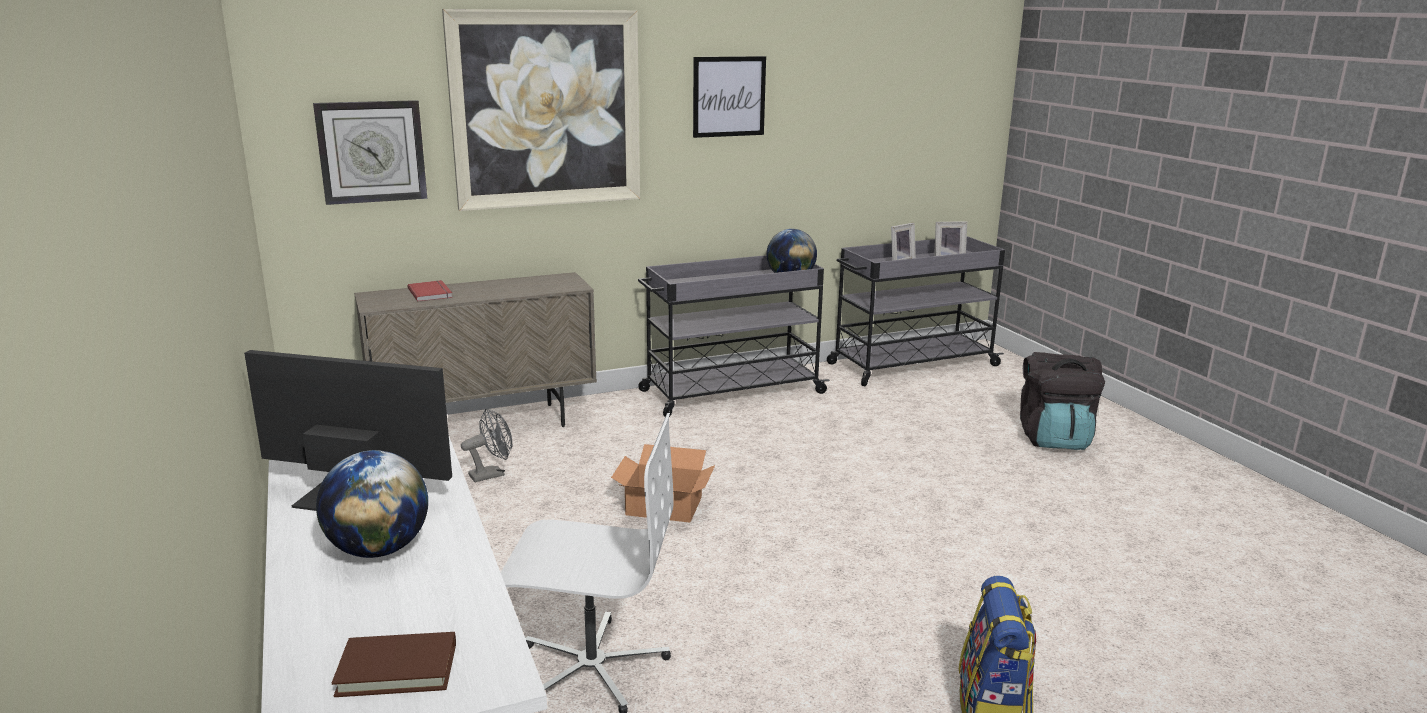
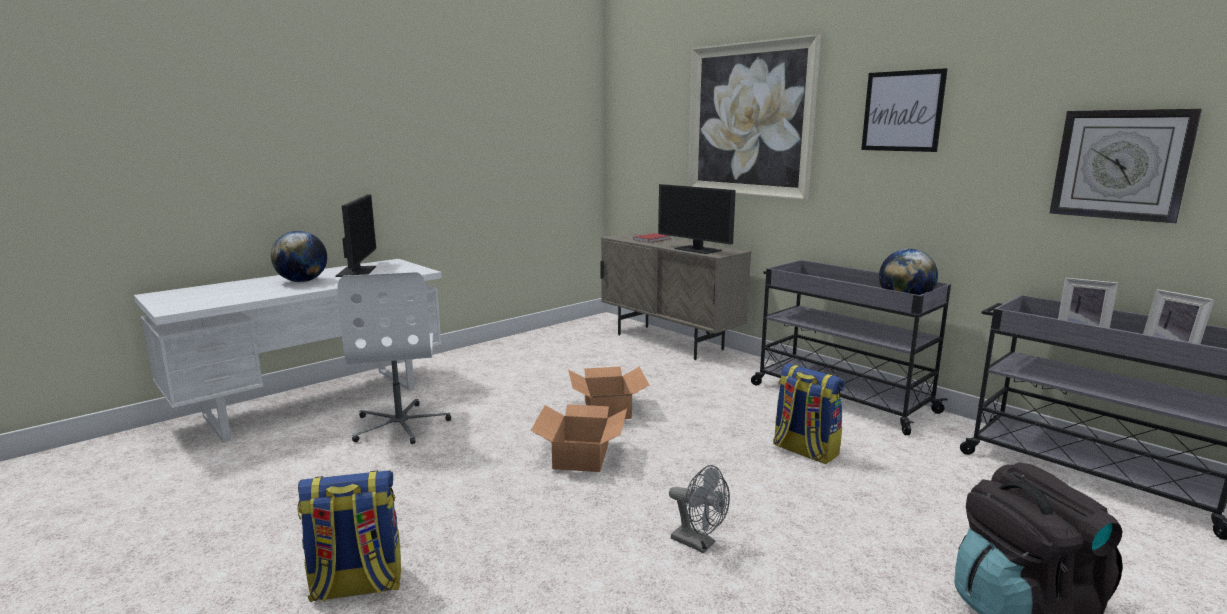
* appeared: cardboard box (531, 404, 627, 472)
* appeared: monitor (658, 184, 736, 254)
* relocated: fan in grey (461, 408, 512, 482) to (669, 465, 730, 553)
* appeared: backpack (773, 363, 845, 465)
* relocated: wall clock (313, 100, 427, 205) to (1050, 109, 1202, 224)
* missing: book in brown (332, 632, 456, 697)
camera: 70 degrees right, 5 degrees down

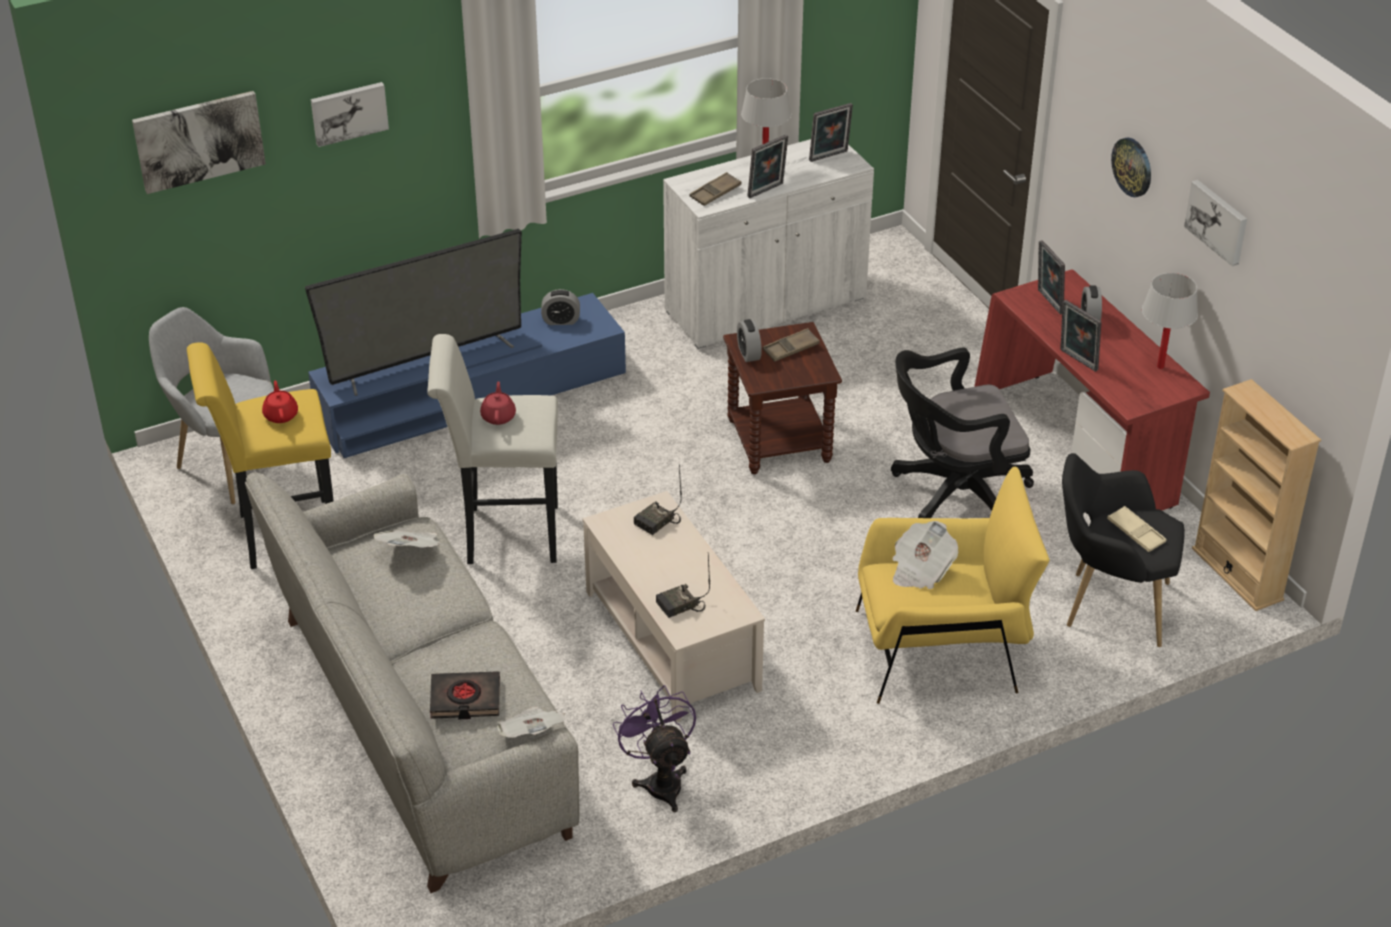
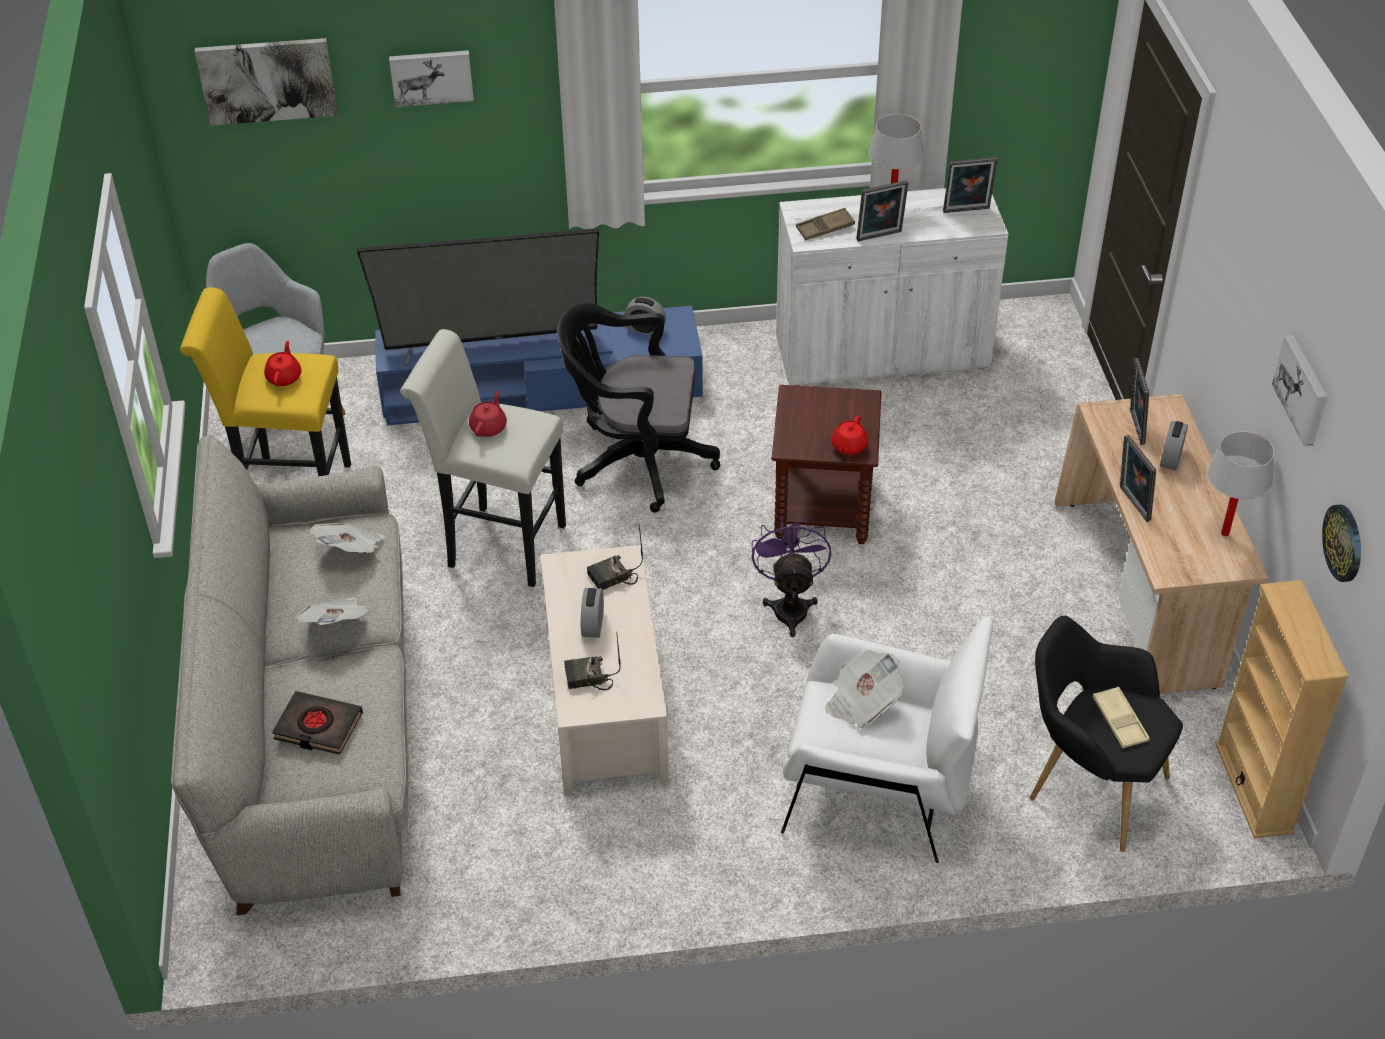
* relocated: newspaper (497, 706, 565, 738) to (296, 597, 369, 625)
* relocated: office chair in black (891, 348, 1034, 518) to (557, 303, 720, 513)
* relocated: alarm clock (737, 319, 762, 362) to (581, 588, 604, 638)
* relocated: fan in purple (613, 685, 696, 812) to (752, 516, 831, 637)
* colour: armchair in yellow (856, 467, 1049, 704) to armchair in white (781, 616, 993, 863)
* appeared: teapot in red (831, 416, 868, 455)
* colour: desk in red (974, 269, 1210, 510) to desk in beige (1054, 394, 1268, 694)
* relocated: wall clock (1111, 138, 1151, 197) to (1322, 504, 1361, 582)
* missing: tray in brown (763, 328, 820, 362)
camera: 20 degrees right, 5 degrees up

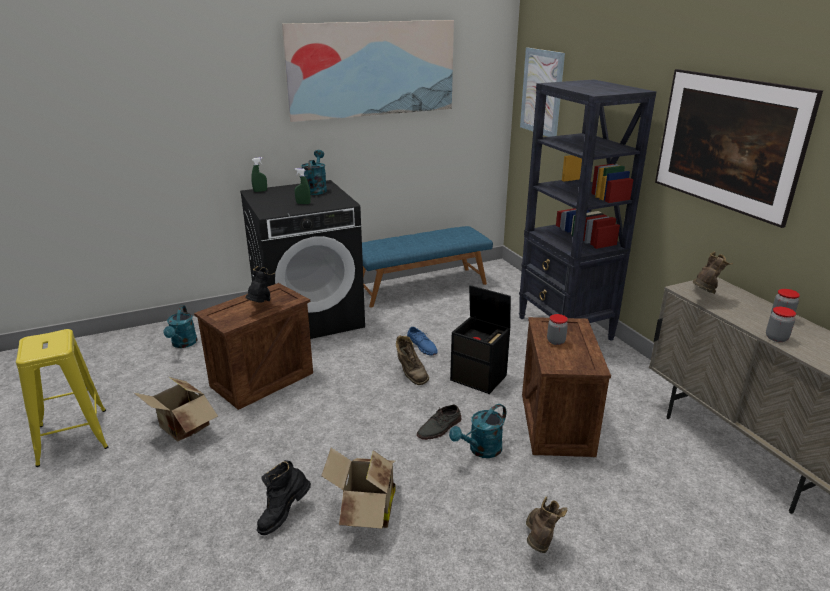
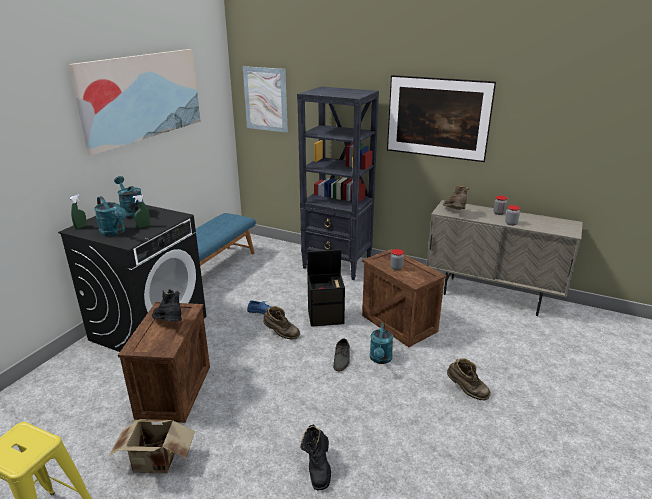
* relocated: watering can in turquoise (163, 306, 197, 348) to (94, 196, 126, 236)
* spun: boot in brown (526, 497, 567, 553) = (447, 358, 491, 400) 150 degrees clockwise
* missing: cardboard box (321, 448, 396, 529)
camera: 40 degrees left, 0 degrees up

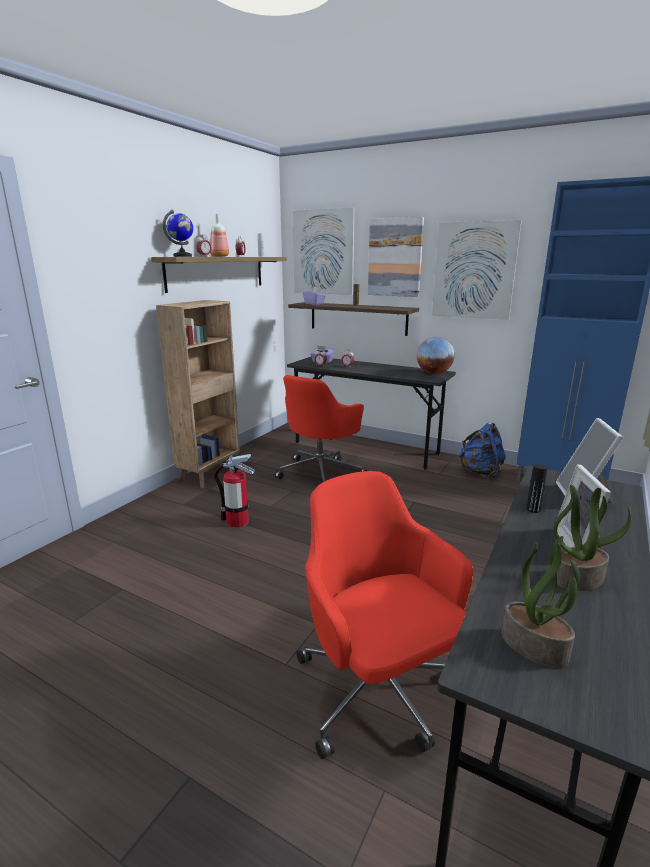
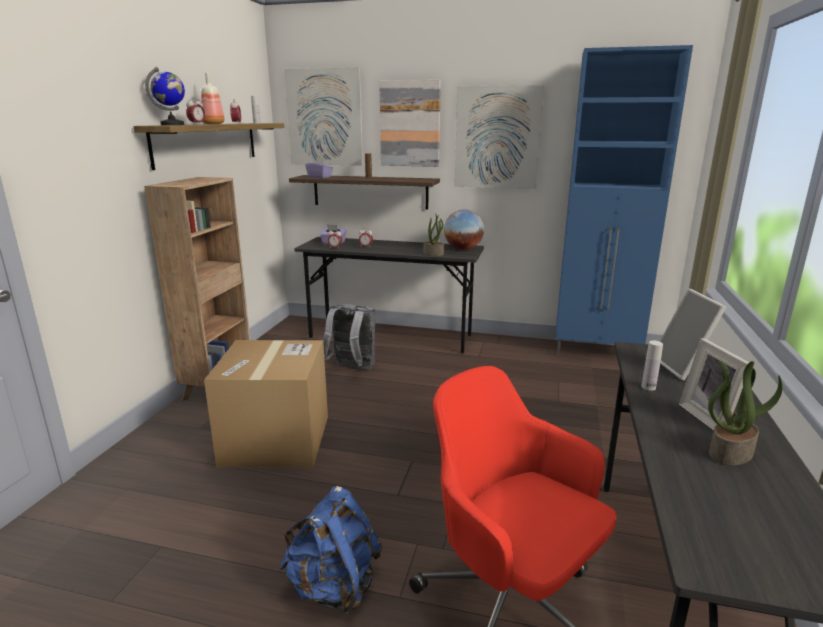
* exchanged: fire extinguisher (214, 454, 254, 527) to cardboard box (204, 340, 328, 467)
* relocated: backpack in blue (459, 423, 506, 478) to (279, 486, 383, 615)
* exchanged: office chair in red (275, 375, 367, 482) to backpack in grey (323, 304, 375, 370)
* relocated: potted plant (501, 536, 580, 668) to (424, 214, 444, 256)
* colour: bottle in black (526, 464, 548, 513) to bottle in white (641, 340, 663, 391)
camera: 15 degrees left, 0 degrees up

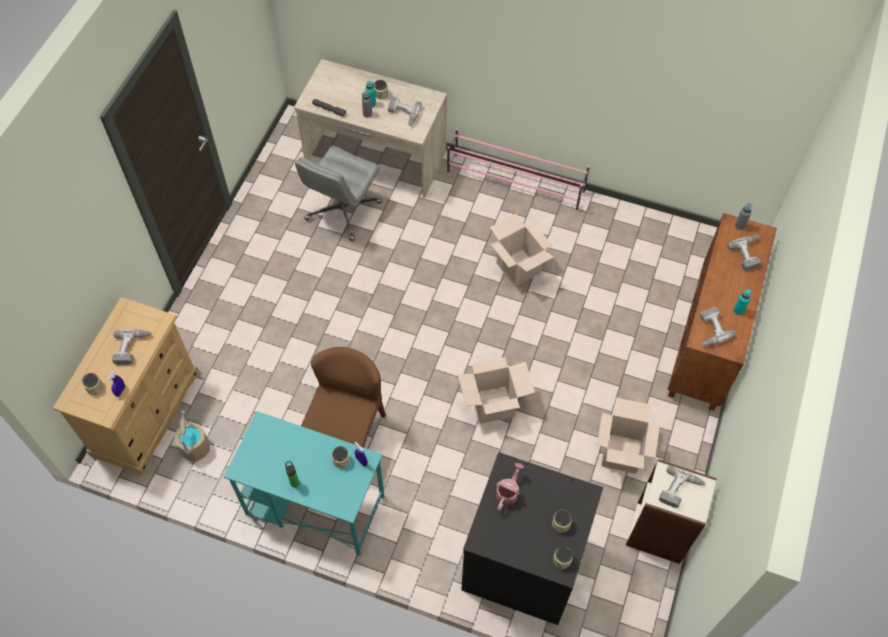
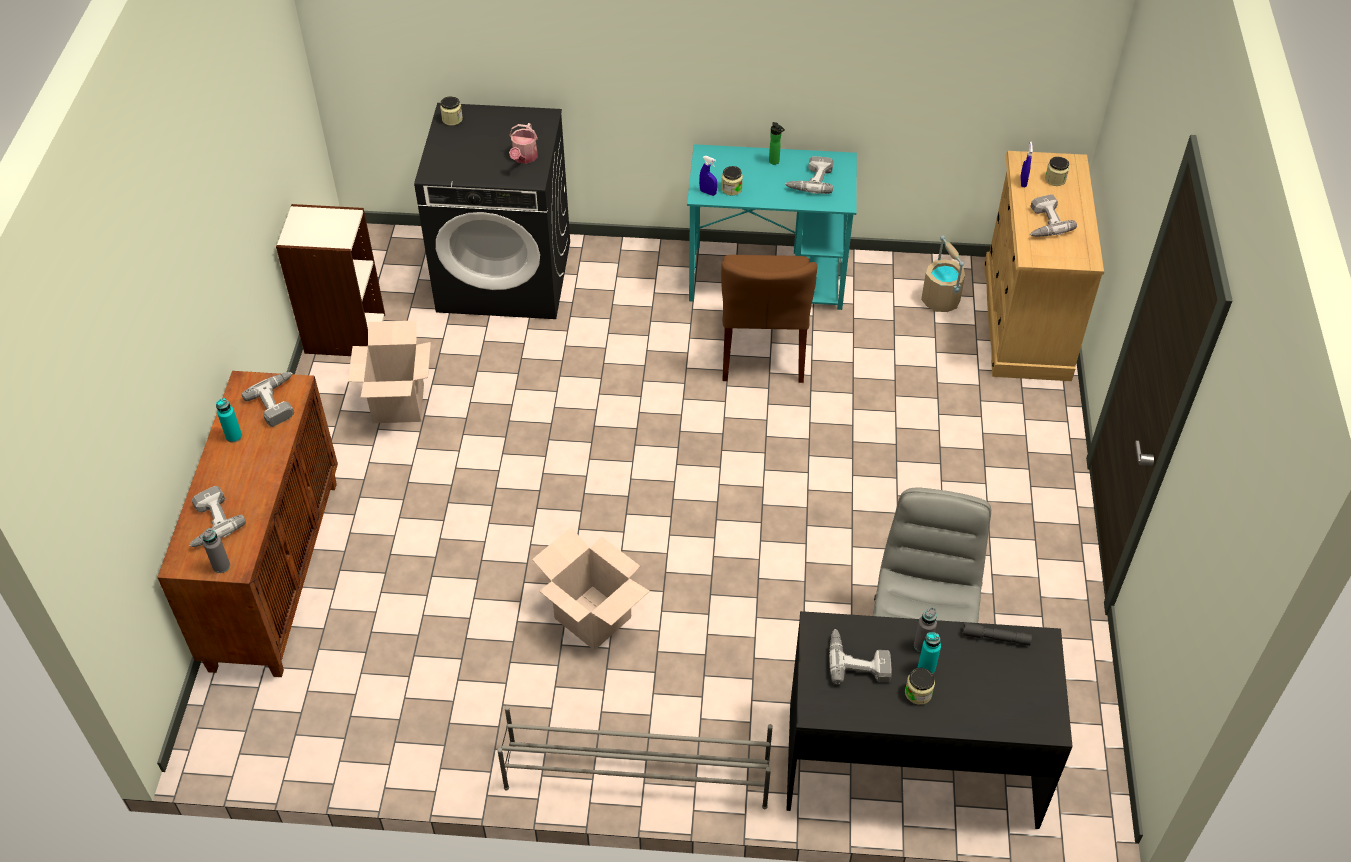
* colour: shoe rack in pink (447, 128, 590, 212) to shoe rack in grey (497, 706, 773, 809)
* relocated: power drill (659, 465, 706, 508) to (786, 156, 833, 194)
* colour: desk in beige (294, 59, 447, 198) to desk in black (786, 611, 1073, 829)
* missing: cardboard box (458, 357, 535, 424)
* missing: jar (552, 510, 572, 533)
camera: 165 degrees right, 10 degrees down

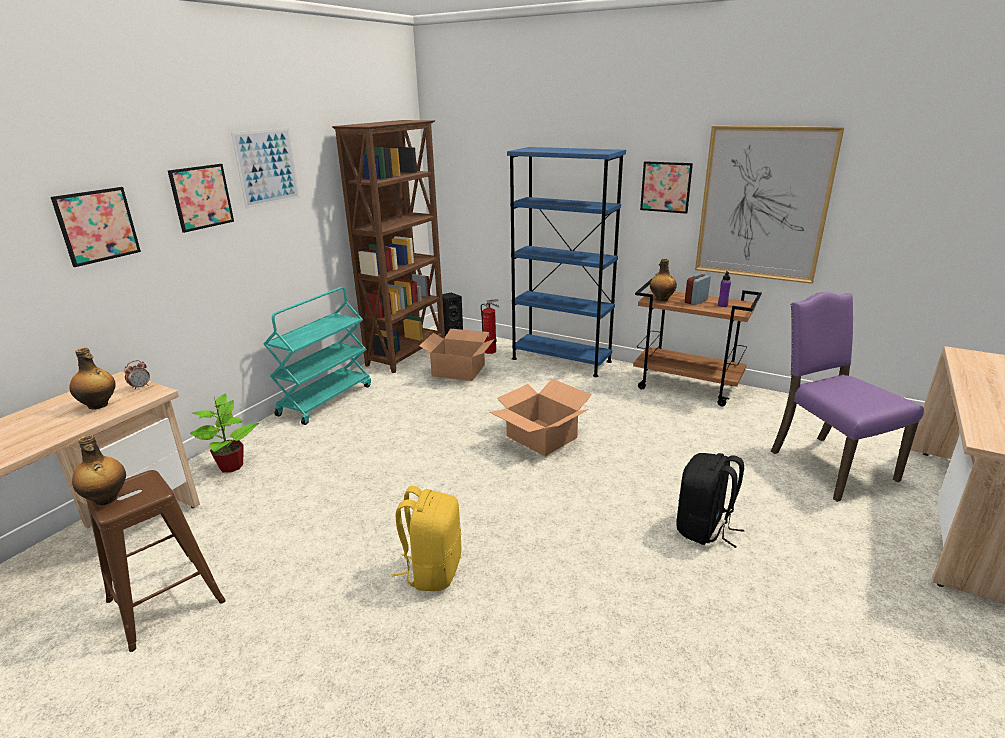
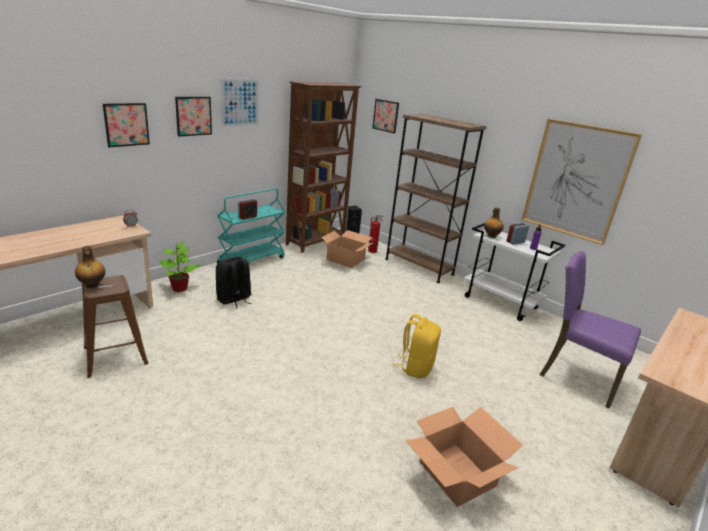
* relocated: backpack in black (676, 453, 744, 548) to (216, 257, 252, 309)
* appeared: alarm clock (238, 199, 257, 220)
* relocated: picture (640, 161, 693, 214) to (372, 99, 399, 134)
* colour: bookcase in blue (507, 147, 626, 377) to bookcase in brown (385, 114, 487, 283)
* relocated: backpack in yellow (392, 486, 461, 591) to (392, 314, 441, 378)
* relocated: cardboard box (490, 379, 592, 456) to (406, 407, 523, 507)
* colour: cart in brown (633, 279, 762, 406) to cart in white (464, 223, 565, 321)
* spun: chair in purple (771, 292, 924, 502) = (539, 251, 641, 409) 45 degrees counterclockwise
* missing: bottle (69, 347, 116, 409)
camera: 10 degrees right, 0 degrees up

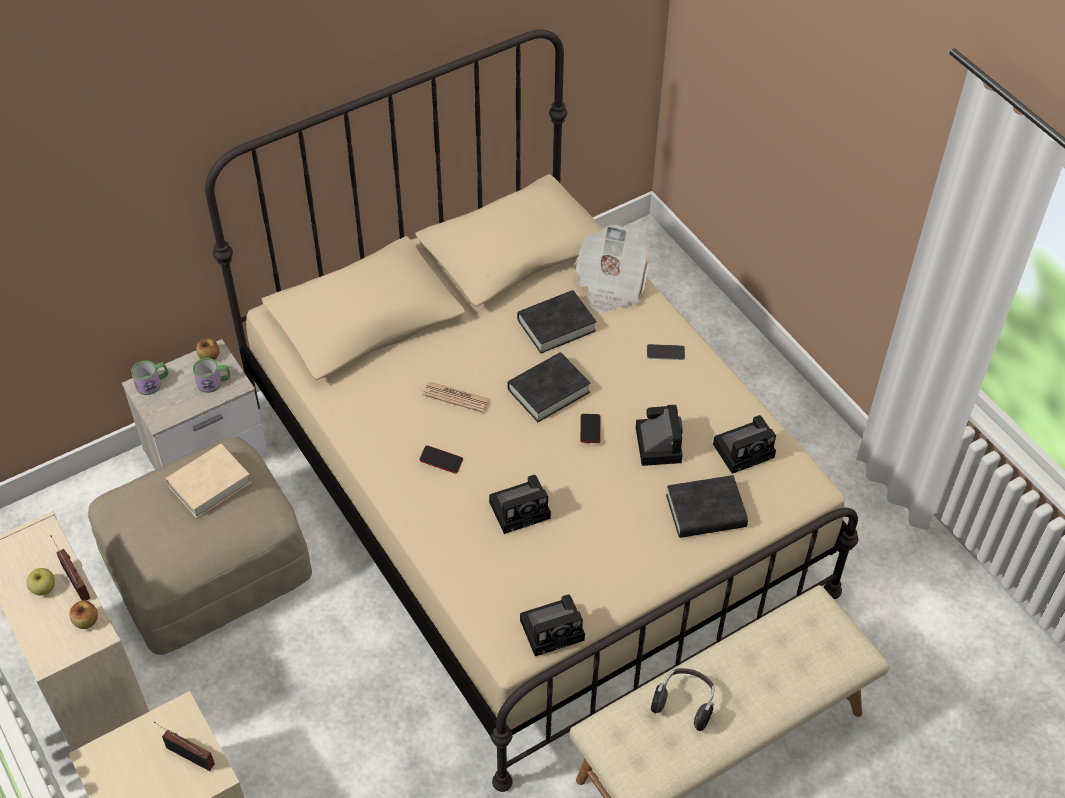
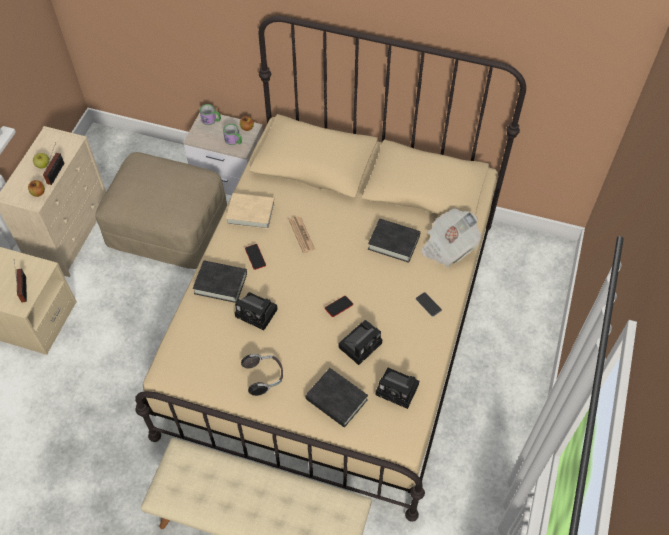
* relocated: book in black (507, 352, 590, 422) to (193, 260, 247, 303)
* relocated: book in beige (165, 444, 251, 518) to (226, 193, 275, 229)
* relocated: headphones (651, 668, 714, 731) to (241, 354, 283, 396)
* missing: photo camera (520, 594, 585, 656)
camera: 50 degrees right, 5 degrees up

